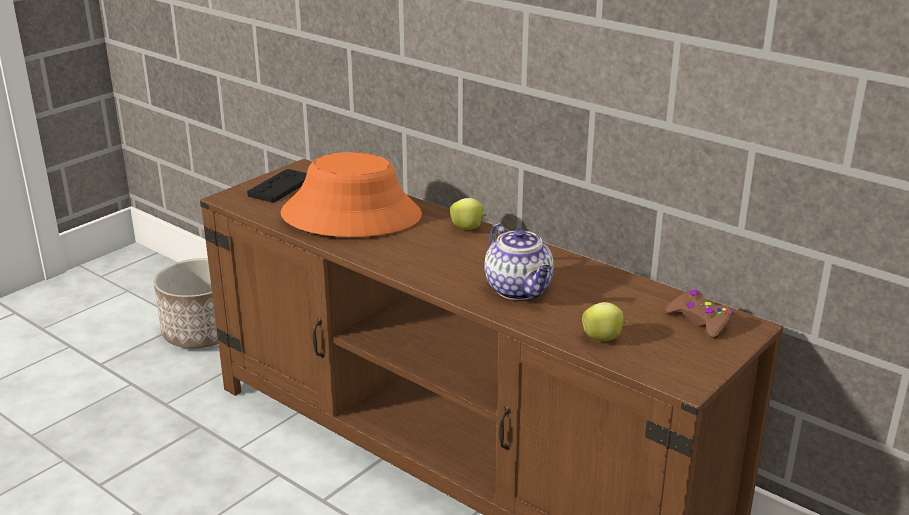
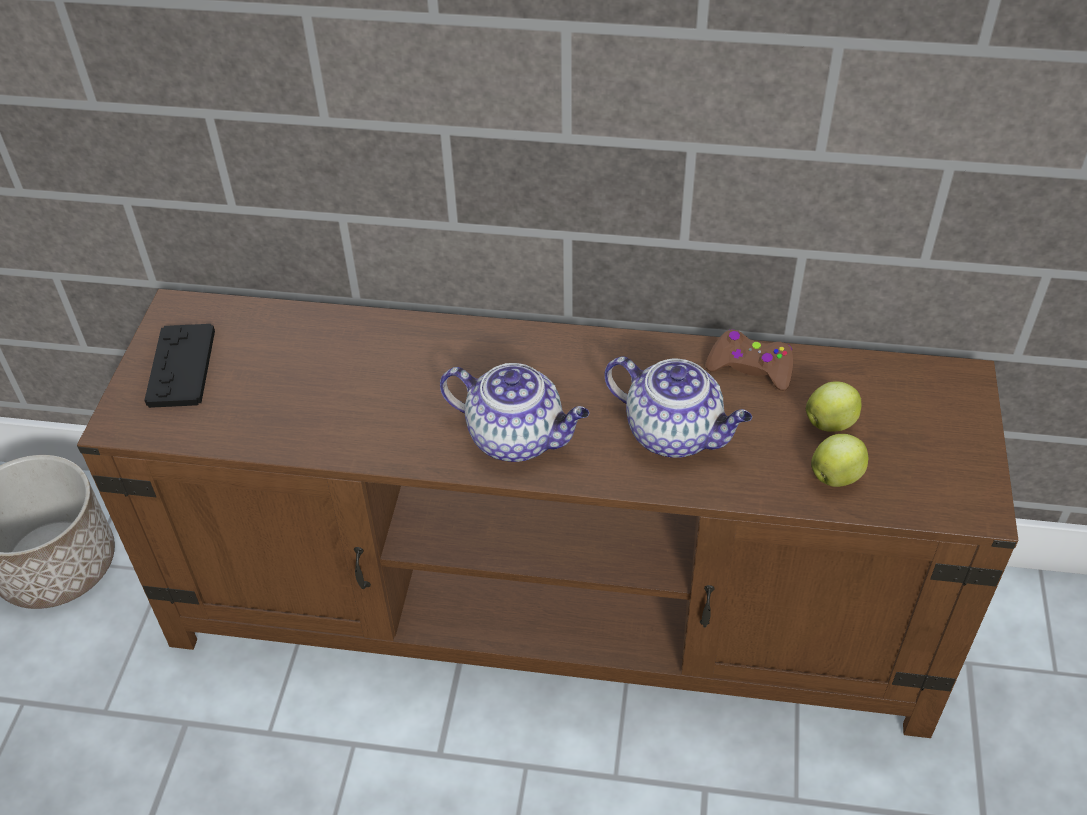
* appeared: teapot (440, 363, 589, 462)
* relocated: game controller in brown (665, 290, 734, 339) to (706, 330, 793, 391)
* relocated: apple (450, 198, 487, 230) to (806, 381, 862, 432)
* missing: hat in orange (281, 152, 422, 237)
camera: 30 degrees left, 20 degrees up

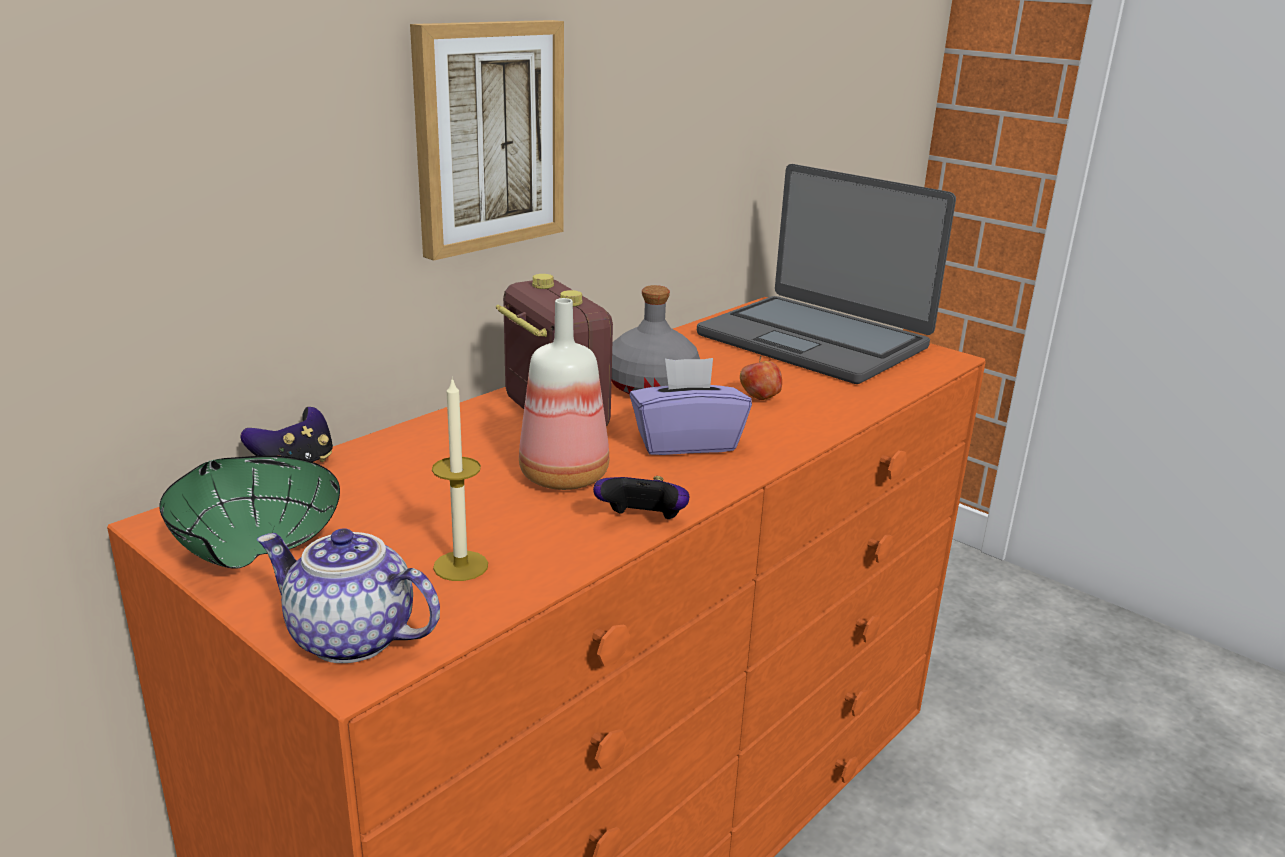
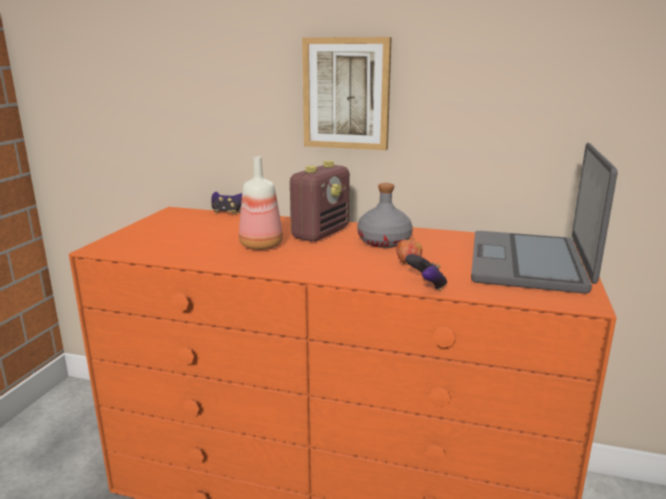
* relocated: game controller (593, 476, 690, 519) to (405, 254, 447, 291)
* missing: bowl in green (159, 456, 340, 569)
* missing: teapot (257, 528, 440, 663)
* missing: candle (432, 377, 488, 581)
* missing: tissue box in purple (629, 358, 752, 455)
camera: 65 degrees right, 5 degrees down

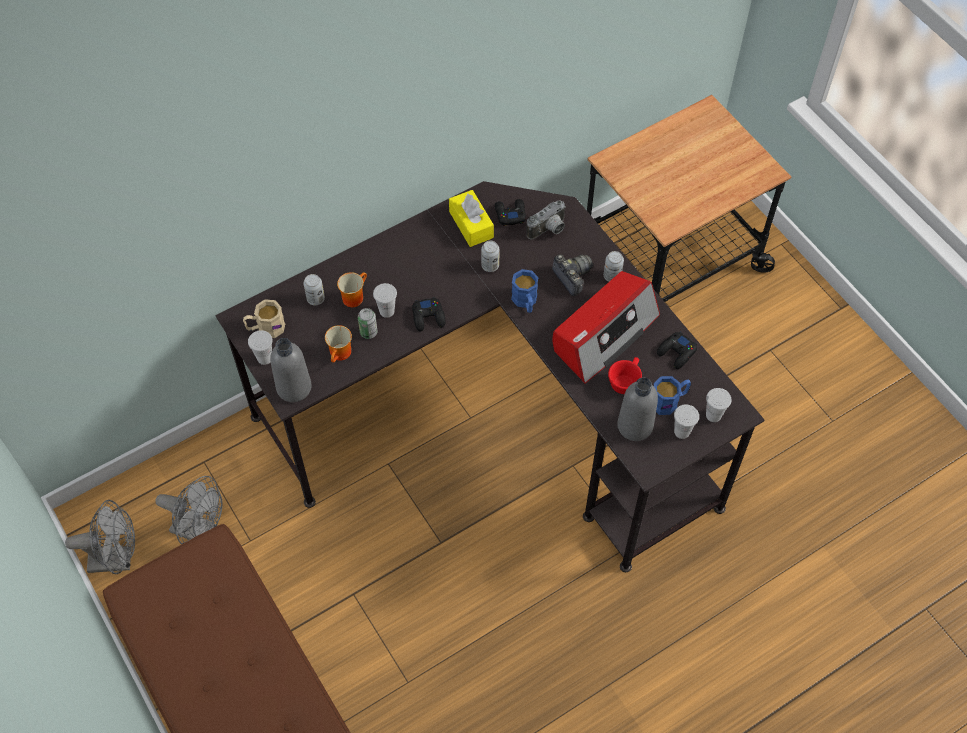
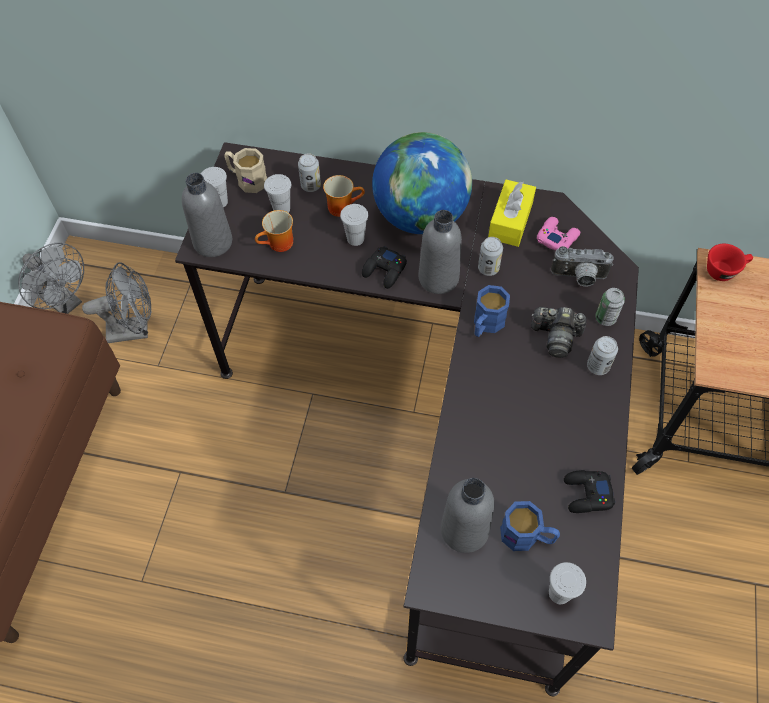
* spun: fan in grey (155, 476, 223, 544) = (82, 262, 151, 343) 75 degrees counterclockwise
* relocated: cup in white (674, 404, 699, 439) to (264, 174, 291, 213)
* appeared: globe (372, 132, 472, 234)
* appeared: bottle in grey (419, 210, 462, 294)
* spun: photo camera (552, 254, 593, 296) = (531, 307, 587, 358) 90 degrees clockwise
* colour: game controller in black (495, 199, 526, 226) to game controller in pink (537, 217, 580, 251)
* relocated: can (358, 308, 377, 339) to (595, 288, 625, 326)
* relocated: cup in red (608, 357, 642, 394) to (707, 244, 753, 281)
* missing: radio (552, 271, 660, 384)
camera: 45 degrees right, 0 degrees up

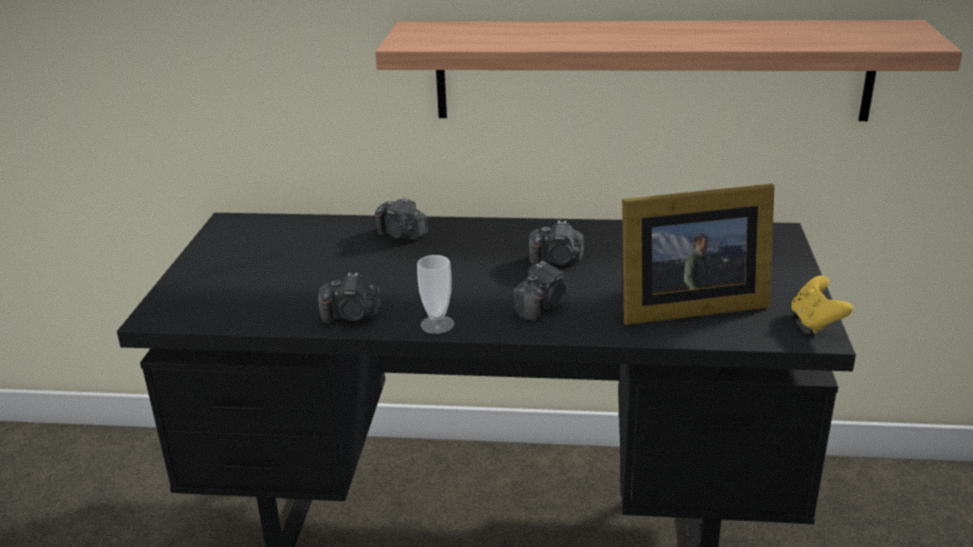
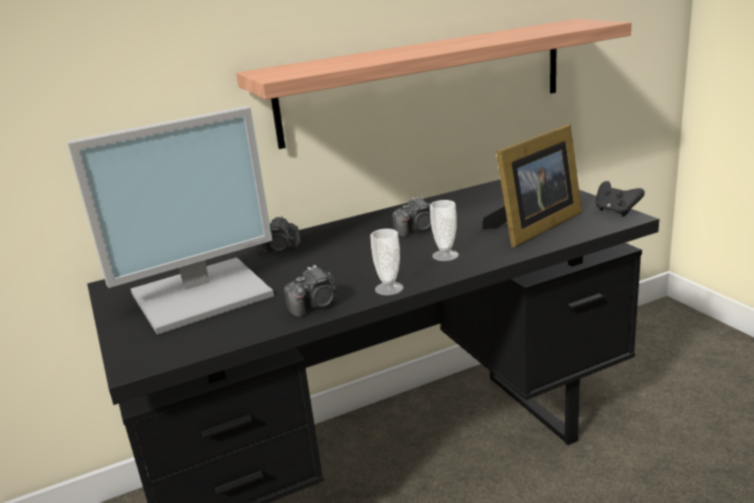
* appeared: monitor (67, 106, 274, 335)
* exchanged: photo camera (513, 261, 567, 321) to cup (430, 200, 459, 261)
* colour: game controller in yellow (791, 275, 853, 333) to game controller in black (595, 181, 645, 216)
camera: 30 degrees left, 5 degrees down

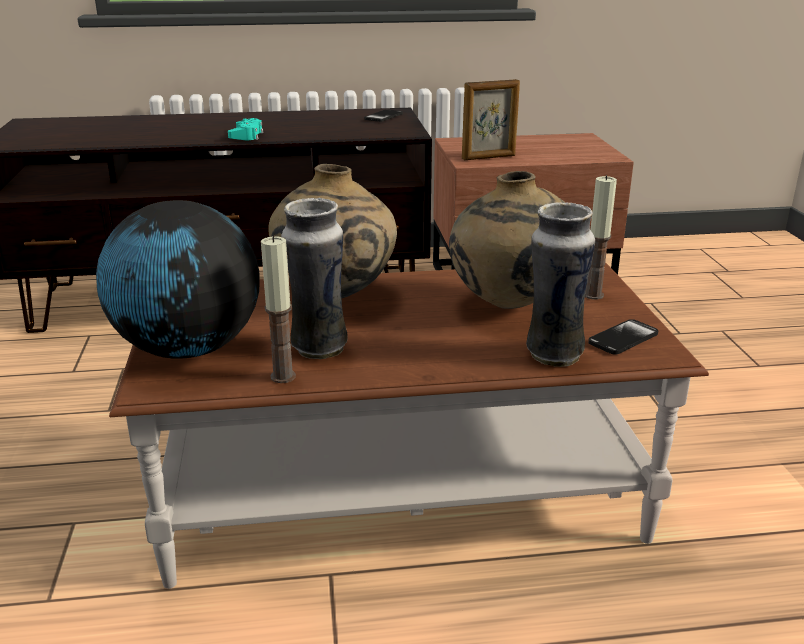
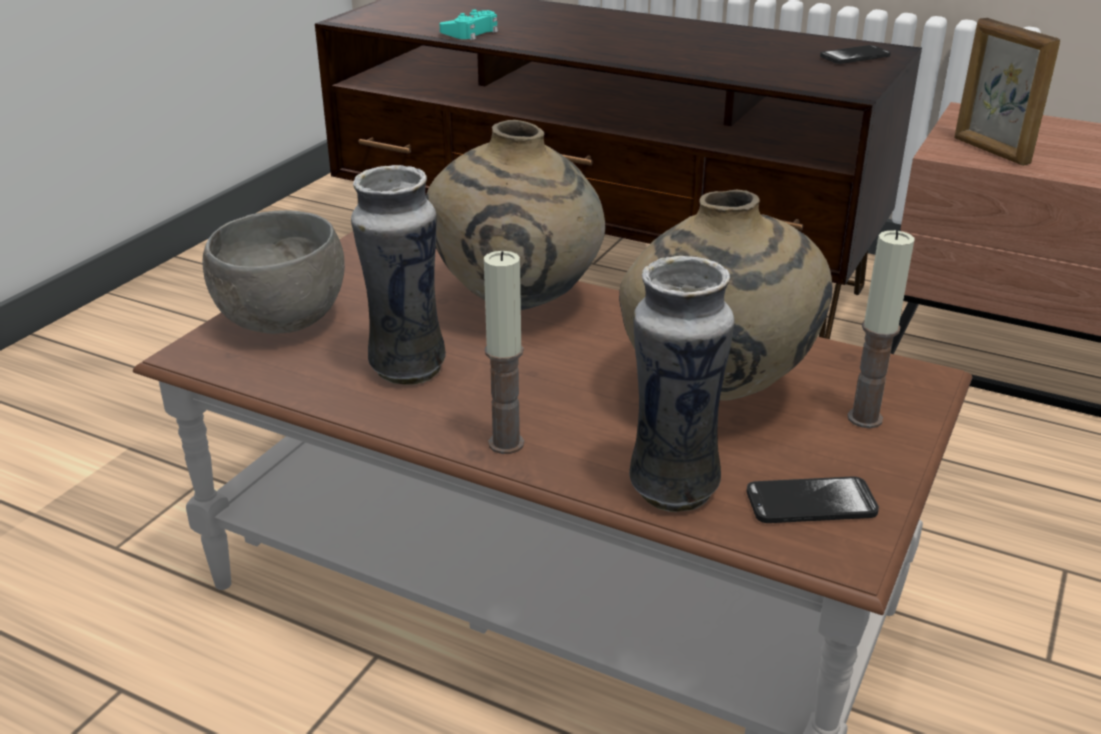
* exchanged: globe (96, 200, 260, 358) to bowl in grey (202, 210, 345, 334)
* relocated: game controller in turquoise (228, 118, 264, 140) to (439, 10, 498, 40)
* relocated: candle (261, 236, 296, 383) to (484, 251, 524, 454)
* spun: picture frame (462, 79, 520, 160) = (954, 18, 1061, 166) 45 degrees clockwise
camera: 35 degrees right, 5 degrees up

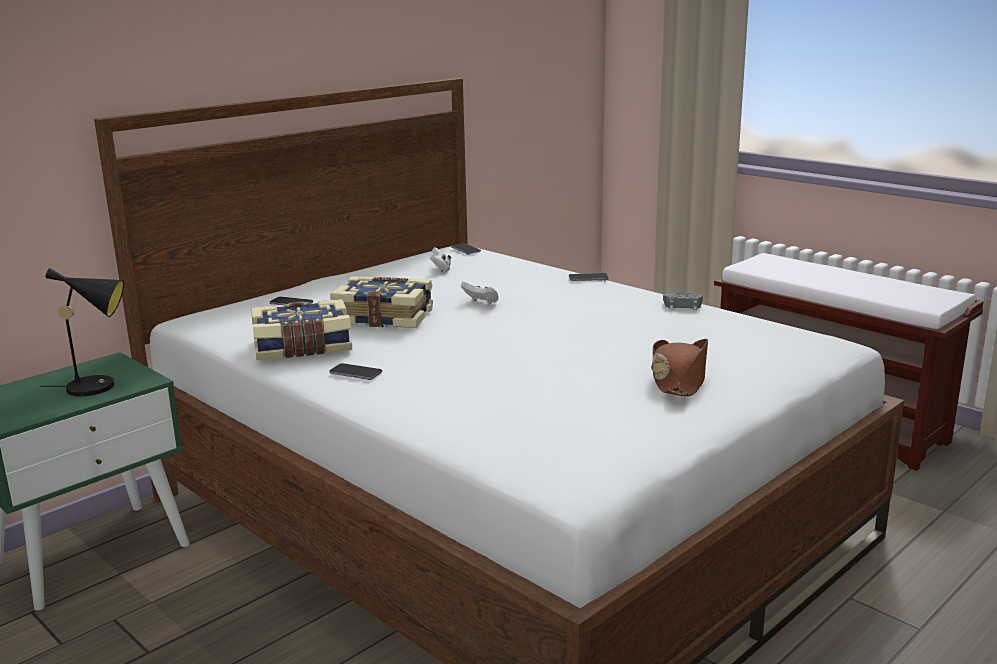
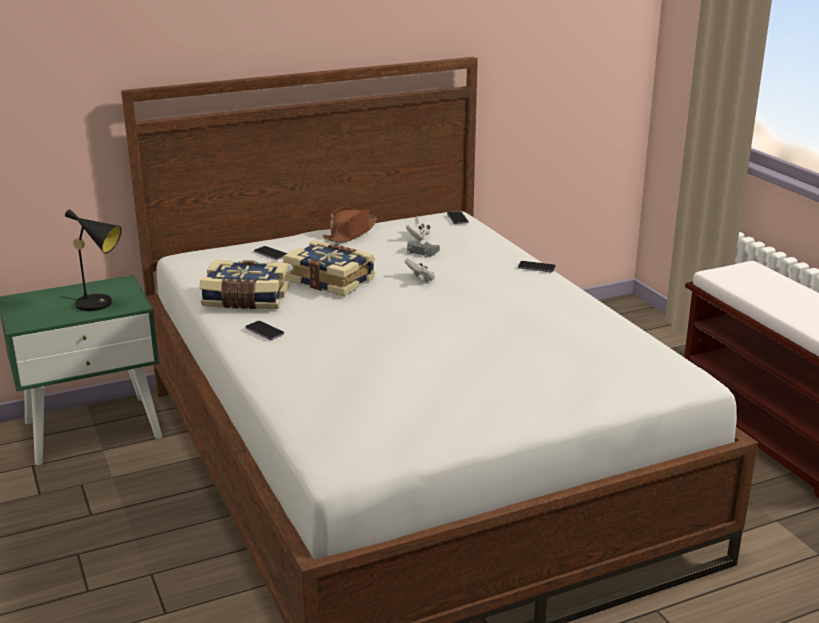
* relocated: hat in brown (651, 339, 708, 396) to (322, 207, 377, 242)
* relocated: game controller in grey (663, 292, 703, 310) to (407, 240, 440, 258)
camera: 20 degrees right, 5 degrees up

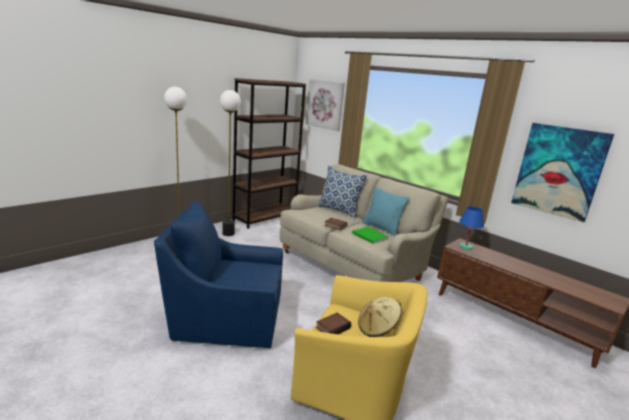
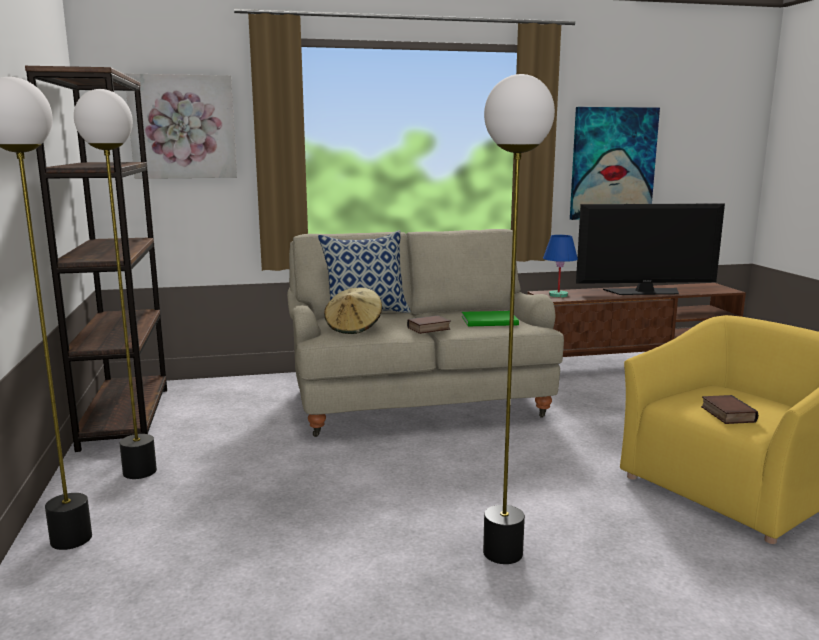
* relocated: hat in beige (358, 297, 402, 337) to (324, 287, 382, 334)
* exchanged: armchair in blue (154, 199, 283, 348) to floor lamp (483, 74, 555, 564)
* appeared: television (576, 203, 725, 295)
* missing: pillow in turquoise (362, 187, 409, 237)
camera: 55 degrees left, 5 degrees down

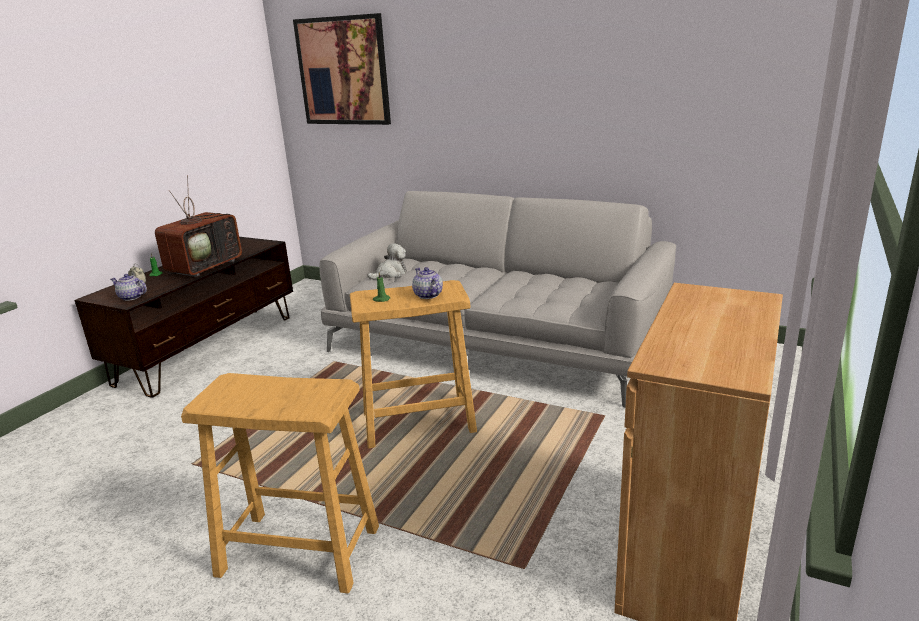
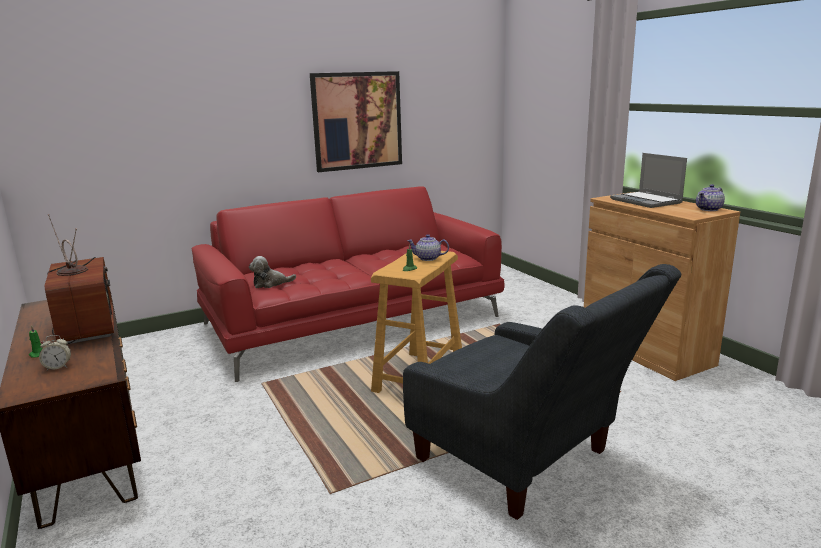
* colour: sofa in grey (319, 191, 676, 408) to sofa in red (192, 186, 505, 382)
* spun: plush toy (367, 243, 407, 279) = (249, 256, 296, 288) 105 degrees counterclockwise
* relocated: picture (293, 13, 391, 125) to (310, 71, 402, 172)
* exchanged: stool in beige (181, 373, 379, 594) to armchair in grey (403, 264, 681, 520)
* appeared: laptop (610, 153, 687, 208)
* relocated: teapot (111, 274, 147, 301) to (696, 184, 725, 211)
camera: 55 degrees left, 5 degrees down

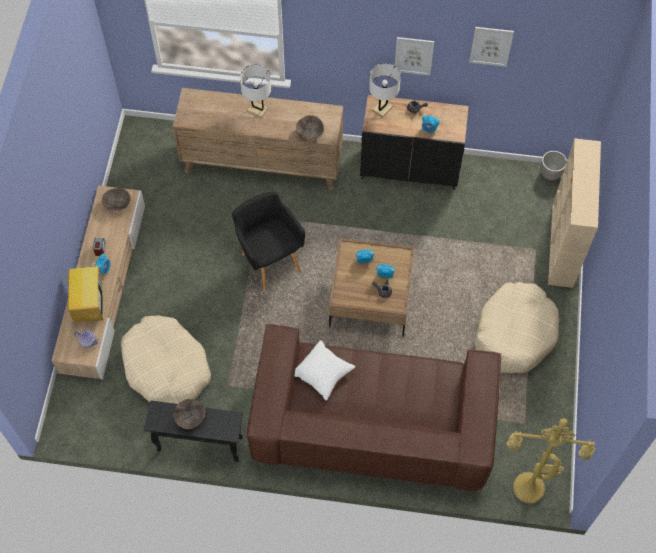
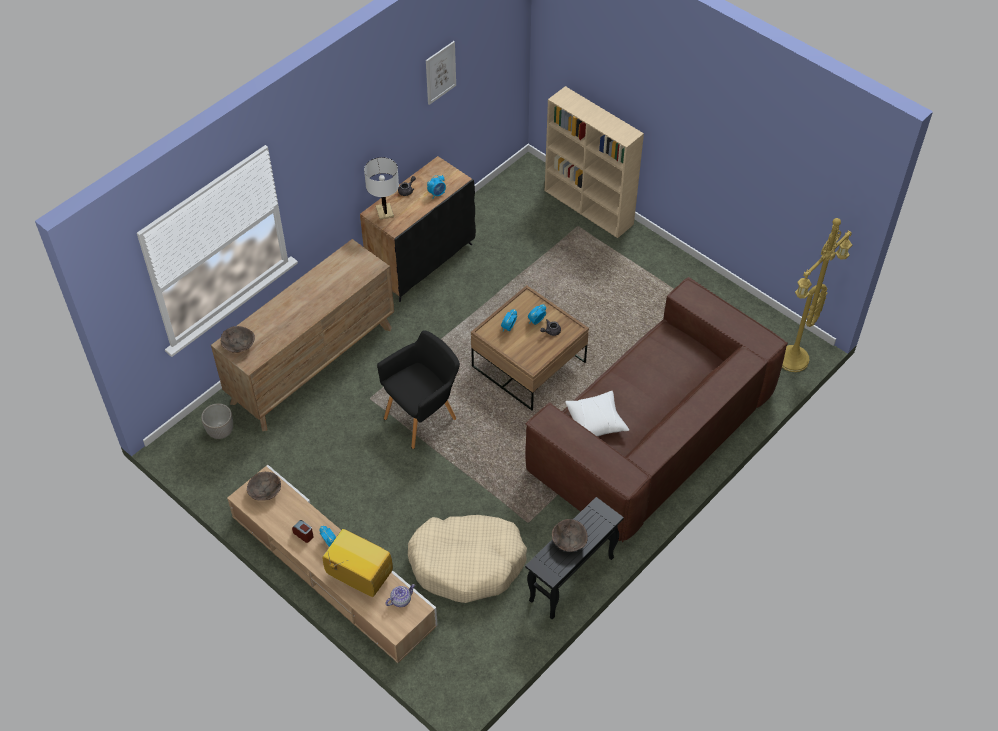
* relocated: planter (540, 151, 567, 180) to (201, 403, 233, 439)
* relocated: bowl in brown (296, 115, 324, 140) to (221, 326, 255, 353)
* spun: armchair in black (232, 191, 305, 290) = (377, 330, 460, 449) 135 degrees clockwise
* missing: table lamp in white (240, 64, 271, 117)
* missing: picture (395, 37, 434, 76)
* missing: dog bed in beige (474, 282, 559, 373)
camera: 55 degrees left, 10 degrees down

